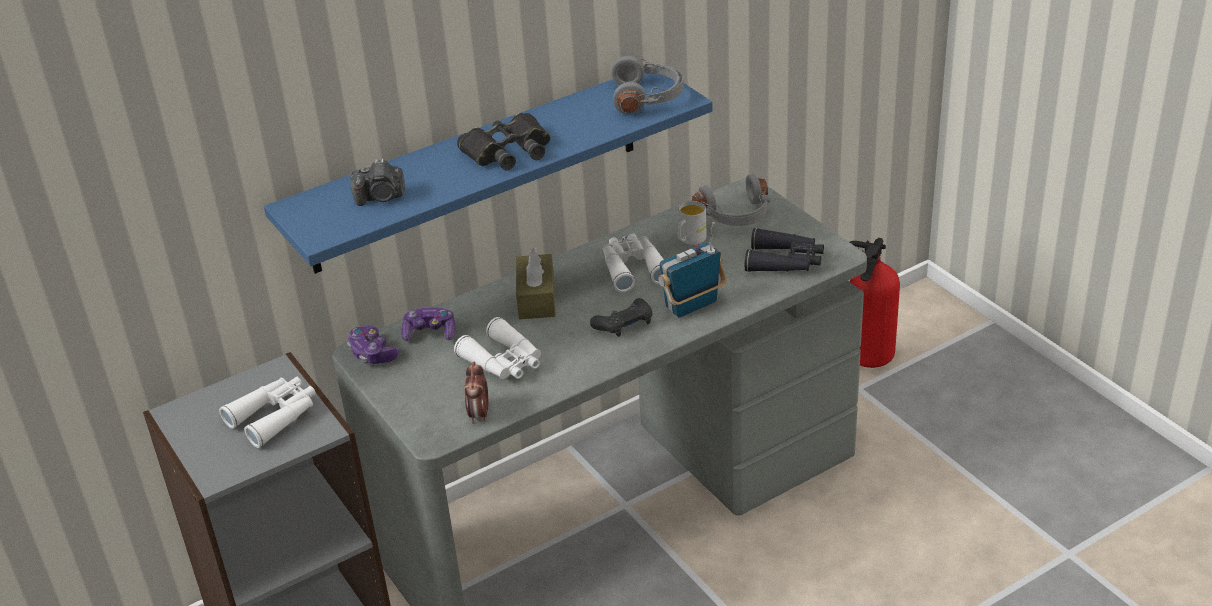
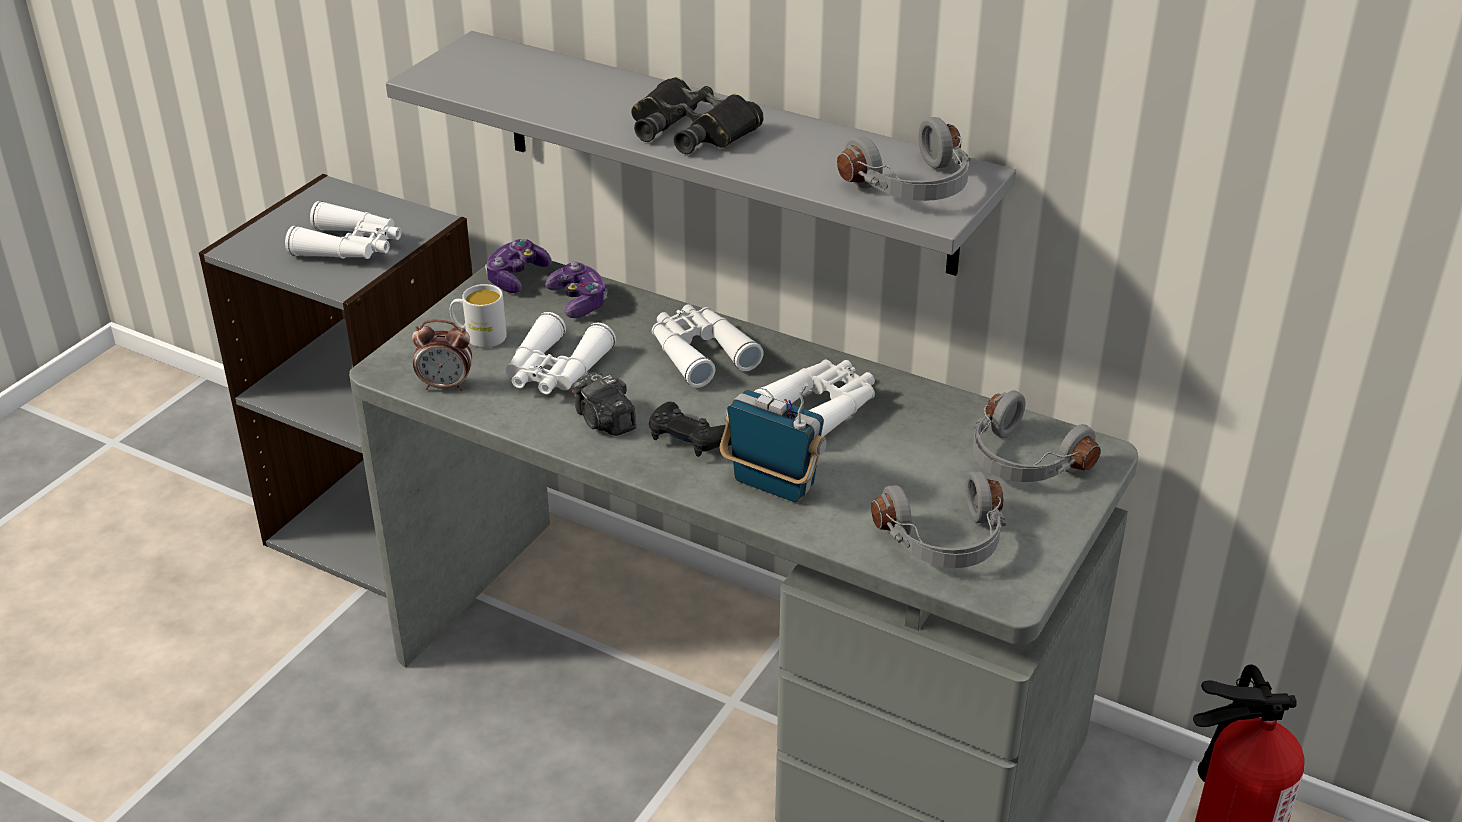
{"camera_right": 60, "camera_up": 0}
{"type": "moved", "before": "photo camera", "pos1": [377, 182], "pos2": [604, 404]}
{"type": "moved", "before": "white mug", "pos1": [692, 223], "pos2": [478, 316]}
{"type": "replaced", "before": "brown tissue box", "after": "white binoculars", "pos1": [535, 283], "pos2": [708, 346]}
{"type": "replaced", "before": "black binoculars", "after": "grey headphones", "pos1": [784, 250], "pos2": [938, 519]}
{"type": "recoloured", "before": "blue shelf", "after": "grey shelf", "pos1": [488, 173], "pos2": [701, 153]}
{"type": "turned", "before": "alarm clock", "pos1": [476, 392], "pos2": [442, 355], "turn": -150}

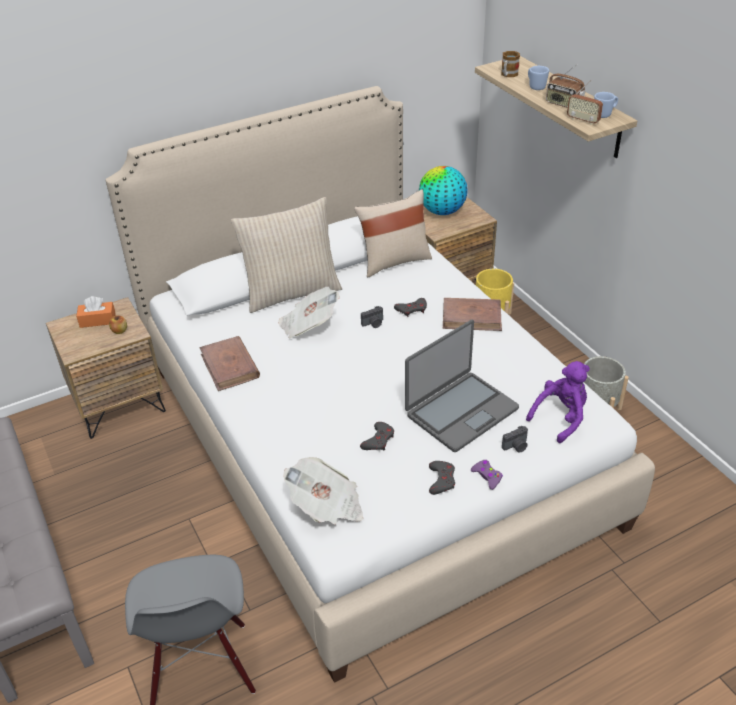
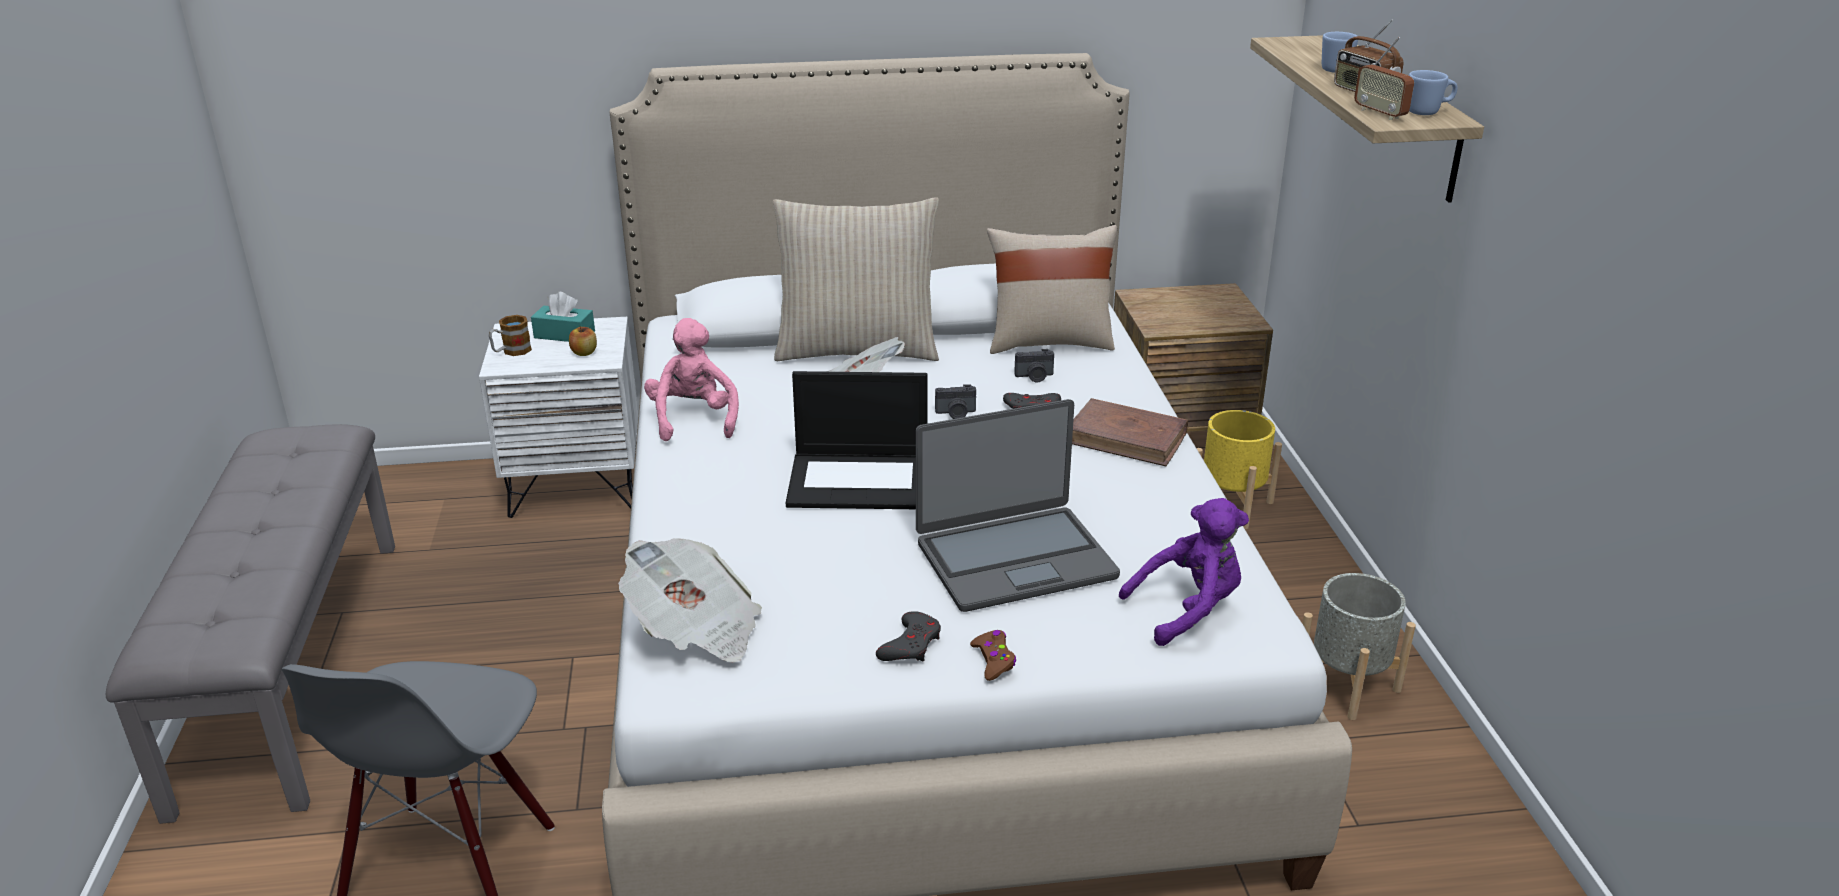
{"camera_right": 20, "camera_up": -10}
{"type": "removed", "before": "grey game controller", "pos1": [377, 436]}
{"type": "removed", "before": "globe", "pos1": [443, 190]}
{"type": "added", "after": "laptop", "pos2": [857, 440]}
{"type": "moved", "before": "mug", "pos1": [510, 64], "pos2": [510, 335]}
{"type": "moved", "before": "photo camera", "pos1": [515, 439], "pos2": [1034, 366]}
{"type": "replaced", "before": "brown book", "after": "pink plush toy", "pos1": [229, 363], "pos2": [691, 379]}
{"type": "recoloured", "before": "brown nightstand", "after": "white nightstand", "pos1": [106, 368], "pos2": [559, 417]}
{"type": "recoloured", "before": "orange tissue box", "after": "turquoise tissue box", "pos1": [96, 312], "pos2": [563, 317]}
{"type": "recoloured", "before": "purple game controller", "after": "brown game controller", "pos1": [487, 475], "pos2": [993, 655]}

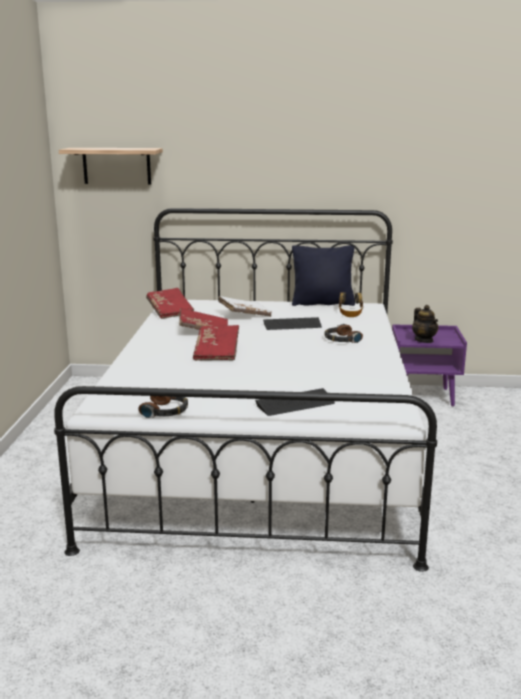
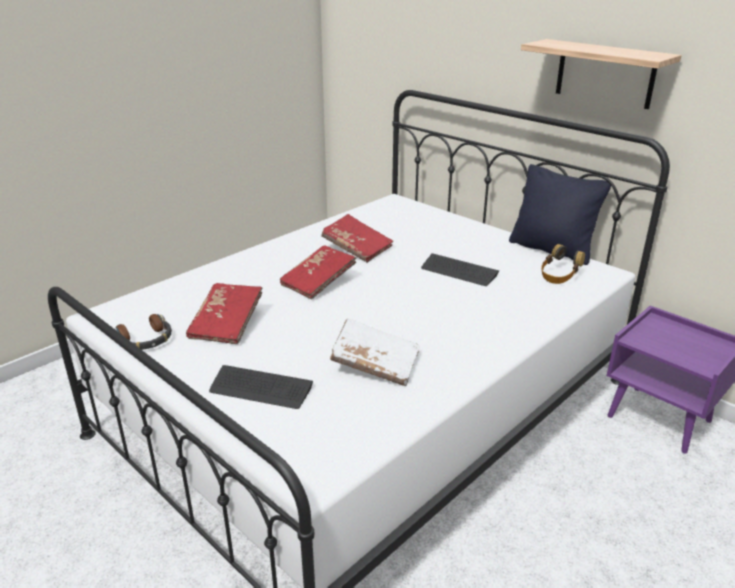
{"camera_right": 40, "camera_up": 10}
{"type": "removed", "before": "headphones", "pos1": [343, 333]}
{"type": "removed", "before": "teapot", "pos1": [425, 324]}
{"type": "moved", "before": "shelf", "pos1": [111, 166], "pos2": [601, 74]}
{"type": "moved", "before": "red book", "pos1": [170, 303], "pos2": [224, 313]}
{"type": "moved", "before": "white book", "pos1": [245, 306], "pos2": [375, 352]}

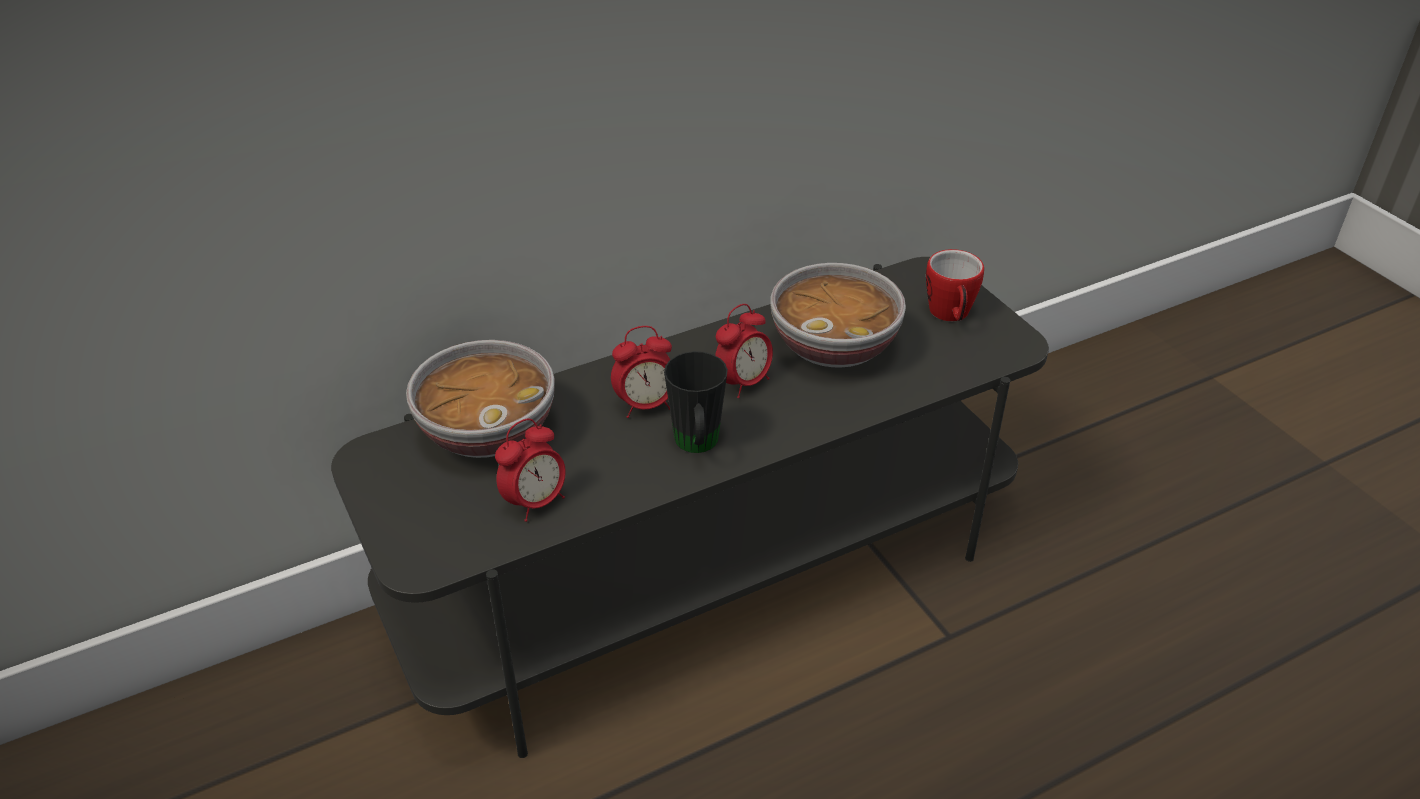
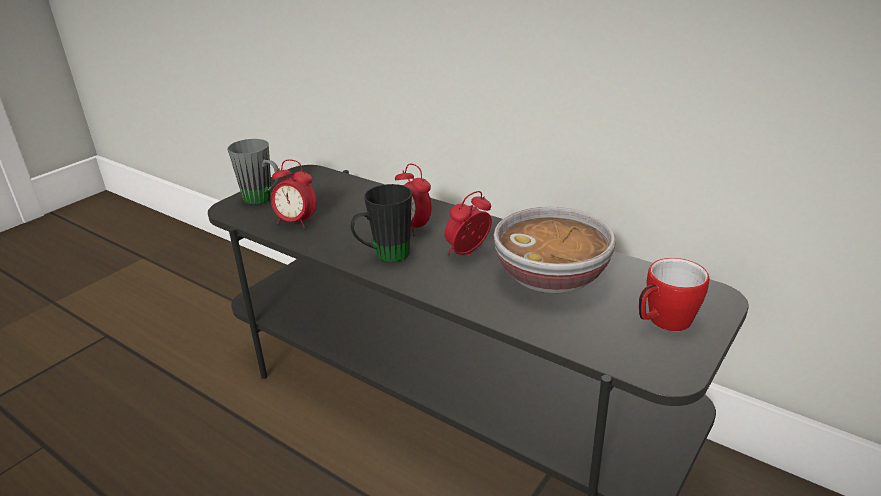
{"camera_right": 65, "camera_up": -10}
{"type": "removed", "before": "bowl", "pos1": [480, 399]}
{"type": "added", "after": "grey mug", "pos2": [253, 172]}
{"type": "turned", "before": "alarm clock", "pos1": [744, 351], "pos2": [468, 223], "turn": 120}

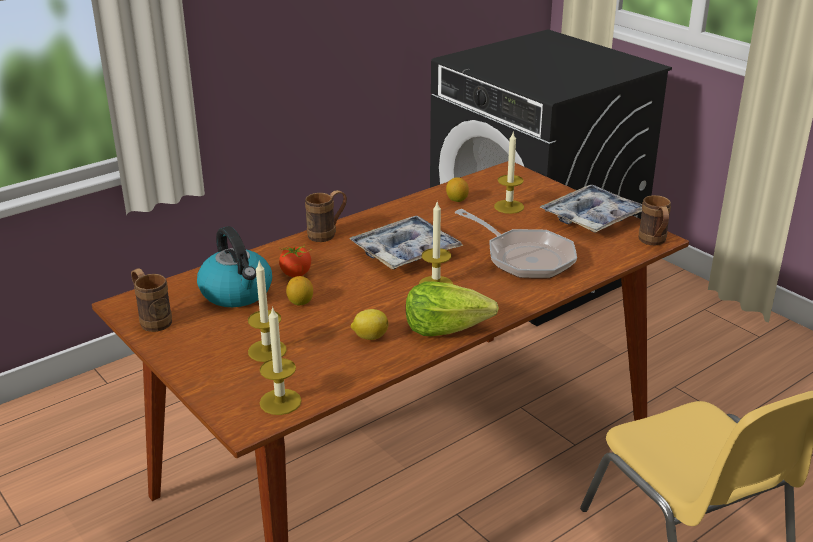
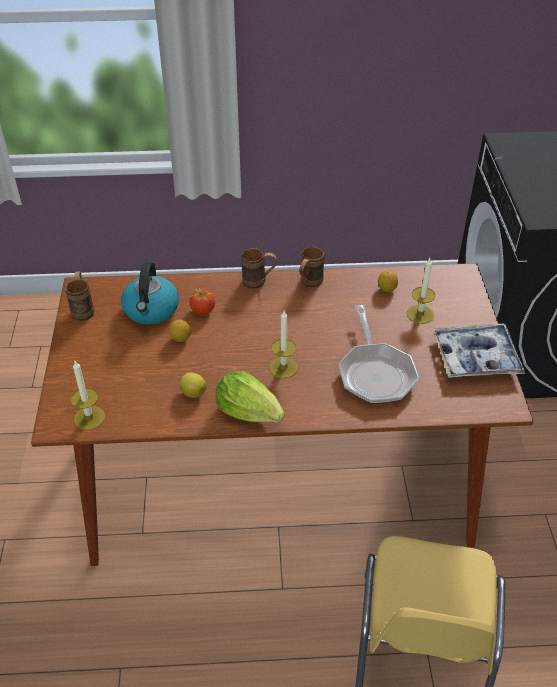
{"camera_right": 35, "camera_up": 15}
{"type": "removed", "before": "candle", "pos1": [267, 311]}
{"type": "removed", "before": "tray", "pos1": [407, 242]}
{"type": "moved", "before": "brown mug", "pos1": [655, 220], "pos2": [311, 267]}

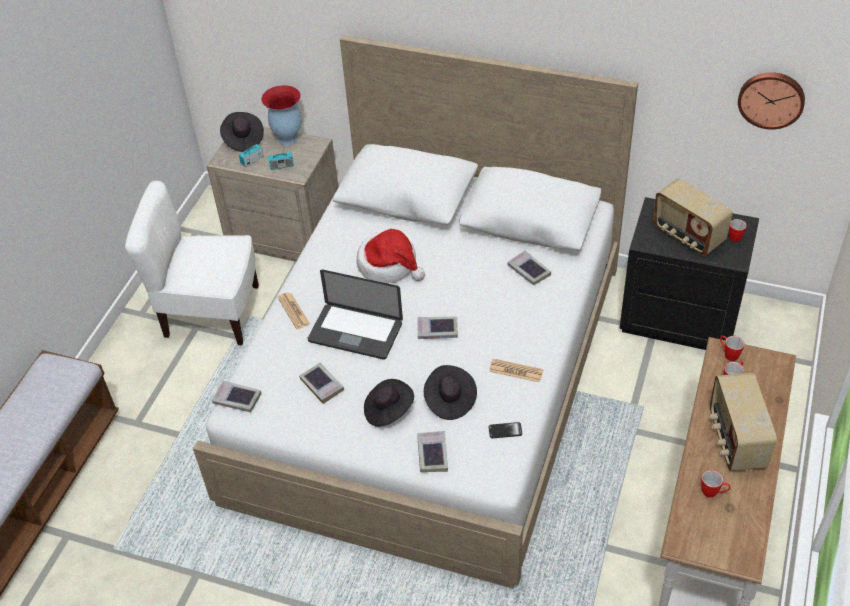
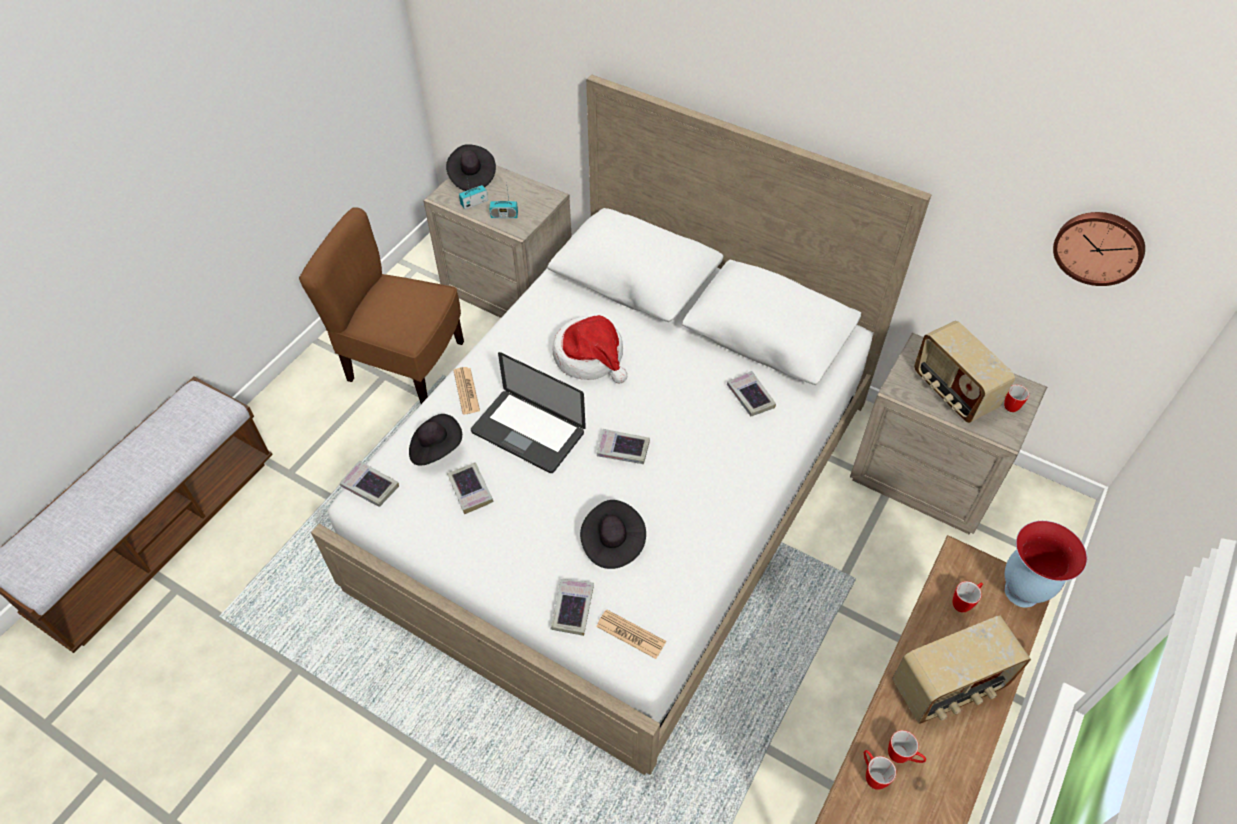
{"camera_right": 10, "camera_up": 5}
{"type": "removed", "before": "phone", "pos1": [505, 430]}
{"type": "moved", "before": "vase", "pos1": [281, 115], "pos2": [1045, 564]}
{"type": "moved", "before": "black hat", "pos1": [389, 403], "pos2": [435, 439]}
{"type": "moved", "before": "newspaper", "pos1": [516, 370], "pos2": [631, 634]}
{"type": "moved", "before": "mug", "pos1": [732, 348], "pos2": [880, 770]}
{"type": "recoloured", "before": "white chair", "after": "brown chair", "pos1": [192, 263], "pos2": [381, 305]}
{"type": "recoloured", "before": "black nightstand", "after": "beige nightstand", "pos1": [689, 273], "pos2": [948, 433]}
{"type": "turned", "before": "radio", "pos1": [743, 422], "pos2": [961, 670], "turn": -120}

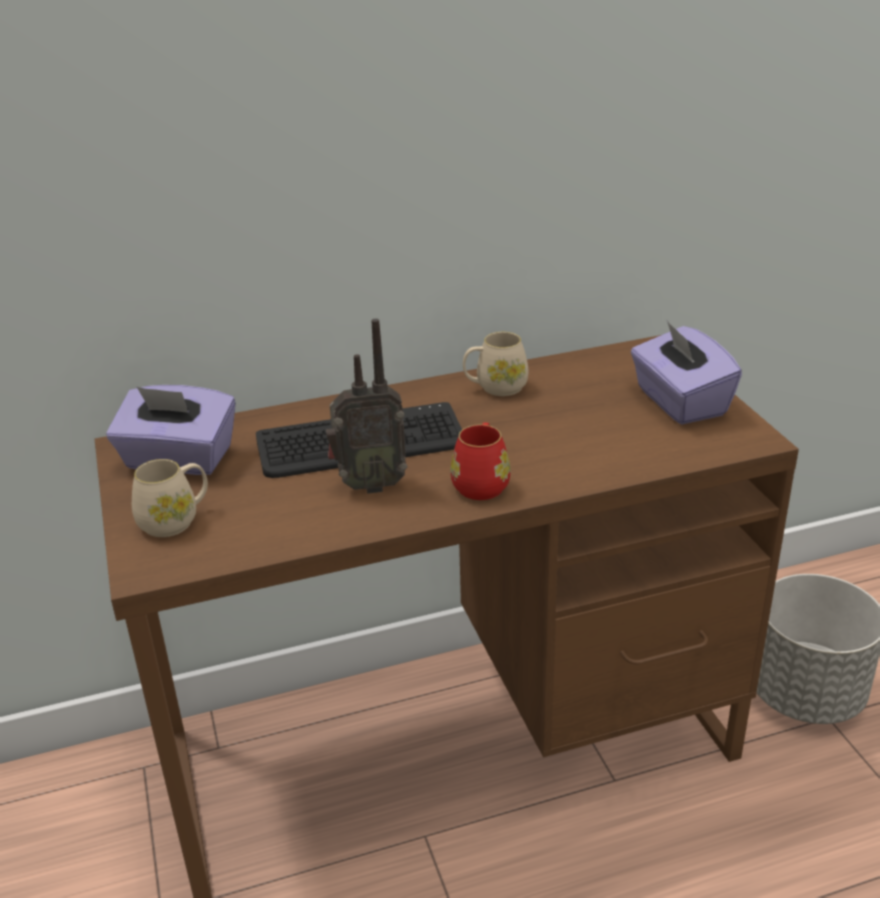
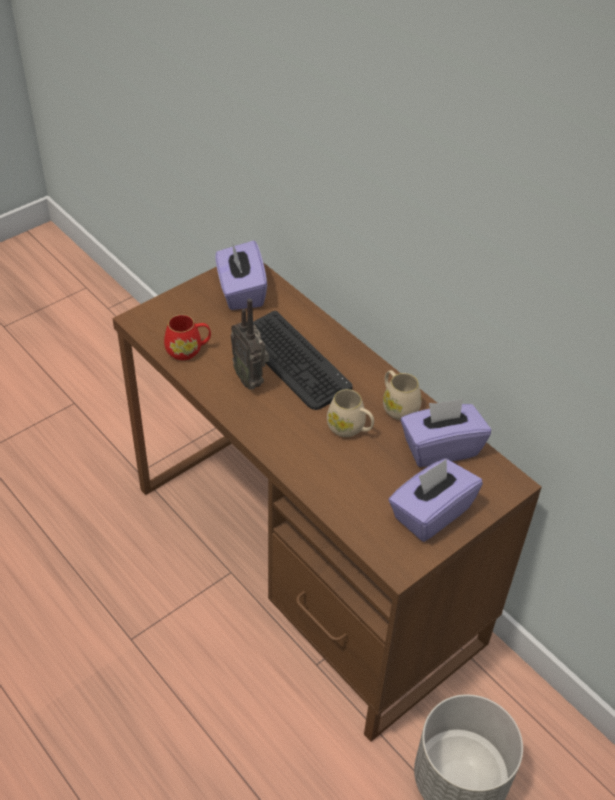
{"camera_right": 65, "camera_up": 15}
{"type": "added", "after": "purple tissue box", "pos2": [445, 433]}
{"type": "moved", "before": "beige mug", "pos1": [170, 498], "pos2": [350, 413]}
{"type": "moved", "before": "red mug", "pos1": [480, 461], "pos2": [187, 337]}

